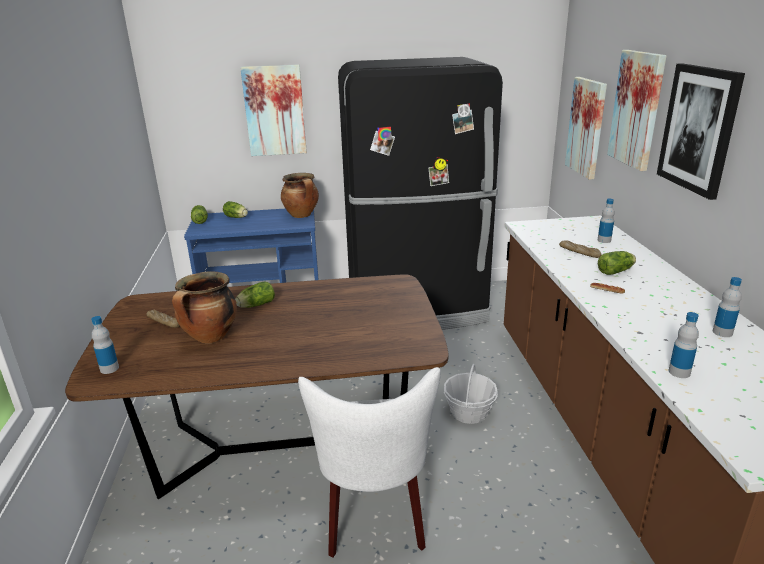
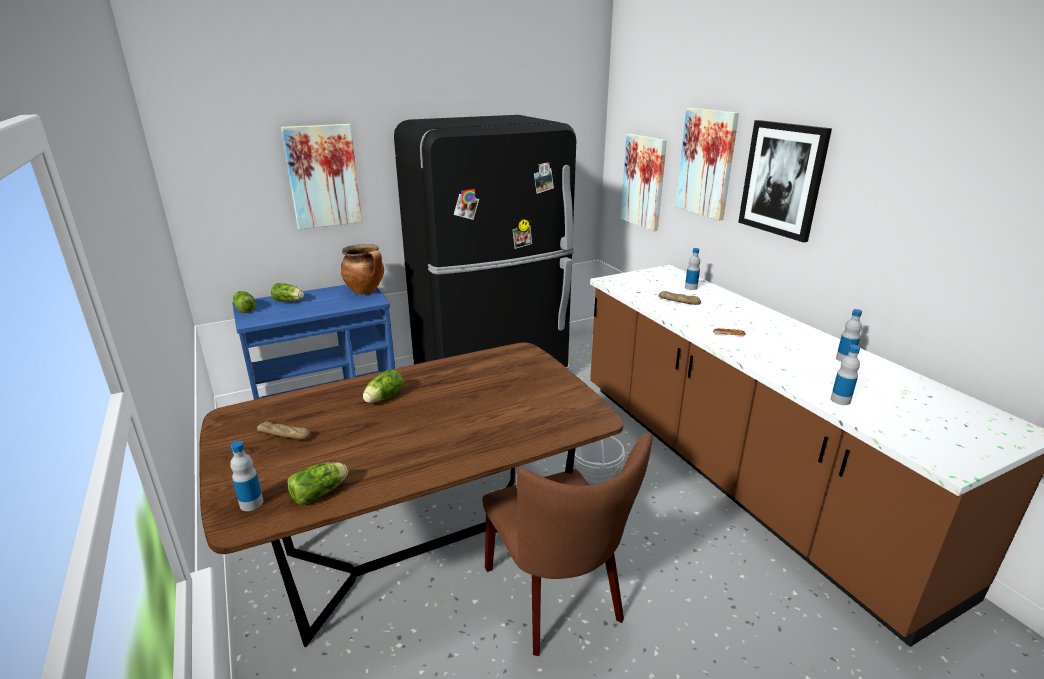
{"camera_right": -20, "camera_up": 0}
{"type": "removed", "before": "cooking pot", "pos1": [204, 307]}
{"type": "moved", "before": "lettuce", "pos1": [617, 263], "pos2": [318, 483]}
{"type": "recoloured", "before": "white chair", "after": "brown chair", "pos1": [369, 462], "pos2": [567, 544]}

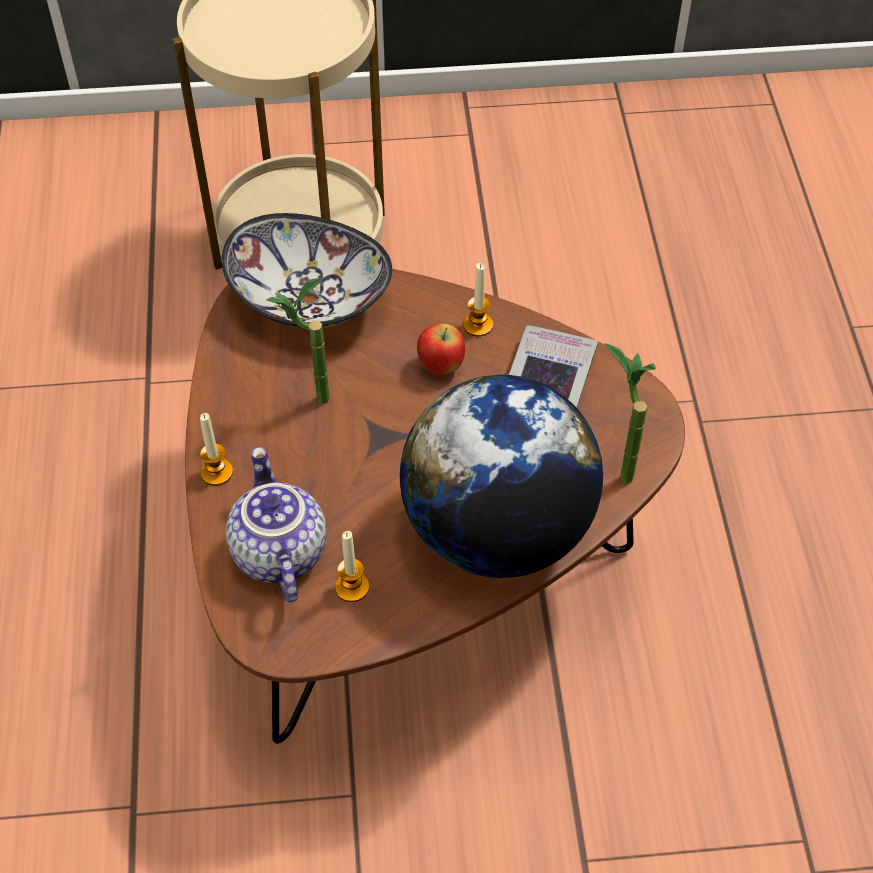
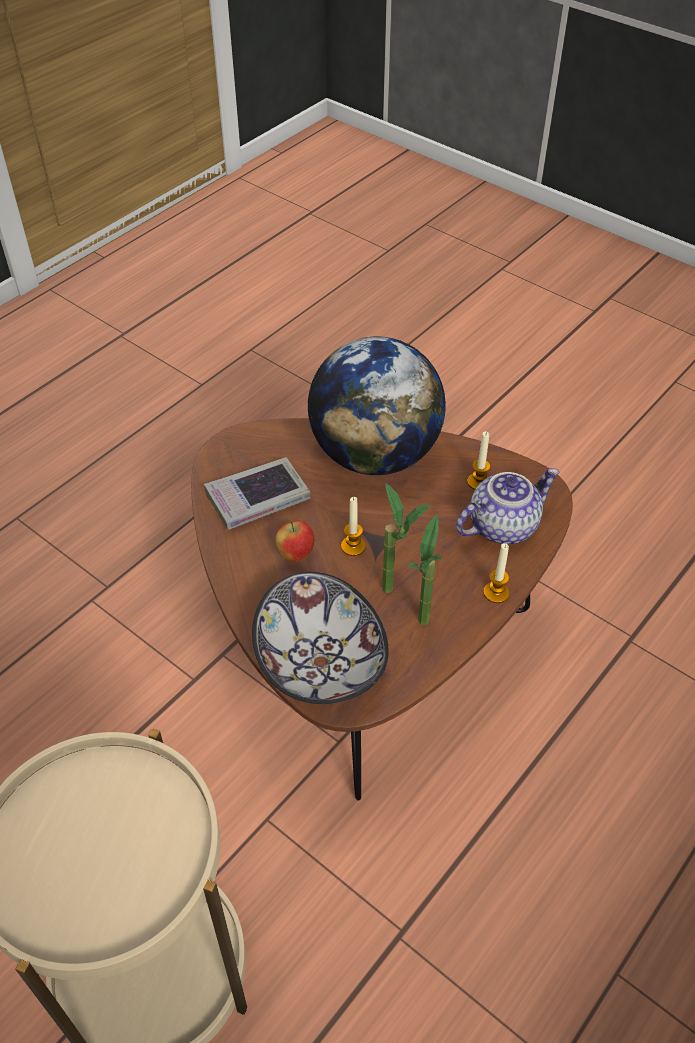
{"camera_right": -135, "camera_up": -5}
{"type": "moved", "before": "candle", "pos1": [478, 299], "pos2": [353, 526]}
{"type": "moved", "before": "potted plant", "pos1": [630, 413], "pos2": [424, 569]}
{"type": "turned", "before": "teapot", "pos1": [276, 525], "pos2": [507, 506], "turn": -150}

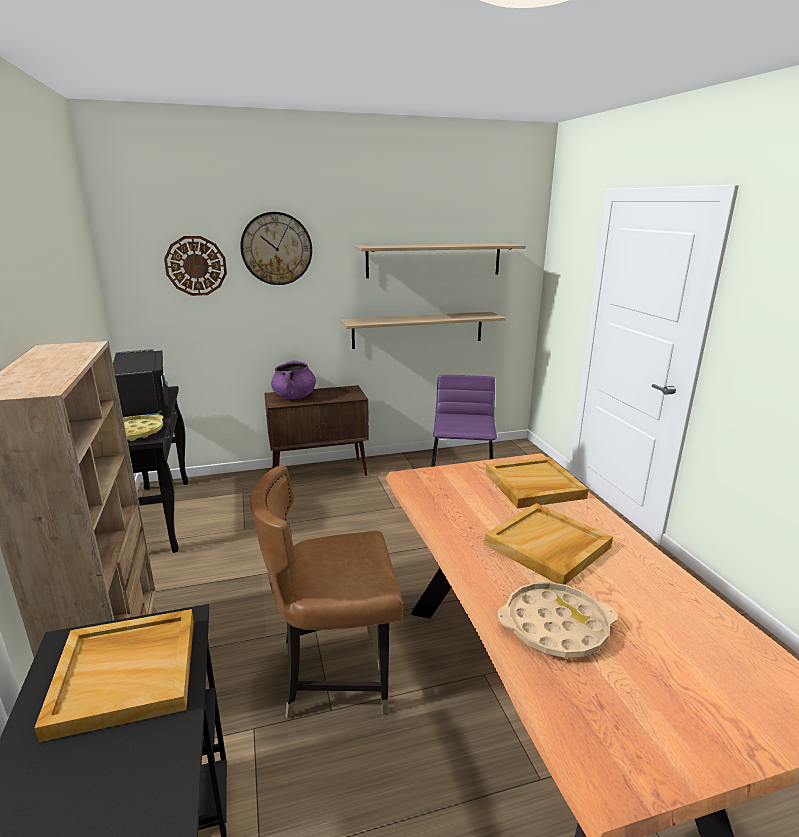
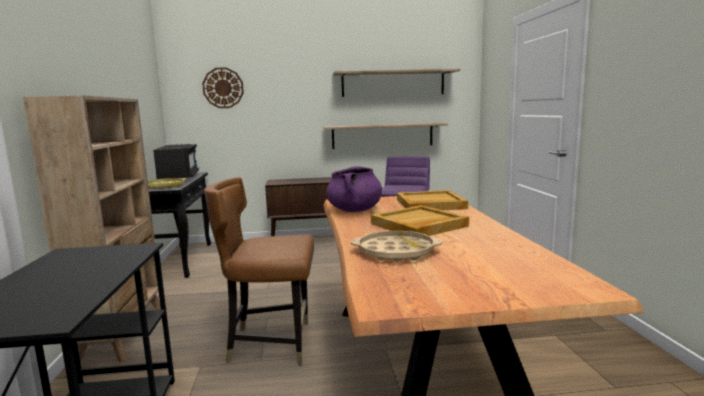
{"camera_right": 10, "camera_up": -10}
{"type": "removed", "before": "beige tray", "pos1": [114, 675]}
{"type": "removed", "before": "wall clock", "pos1": [276, 248]}
{"type": "moved", "before": "purple cooking pot", "pos1": [293, 379], "pos2": [354, 189]}

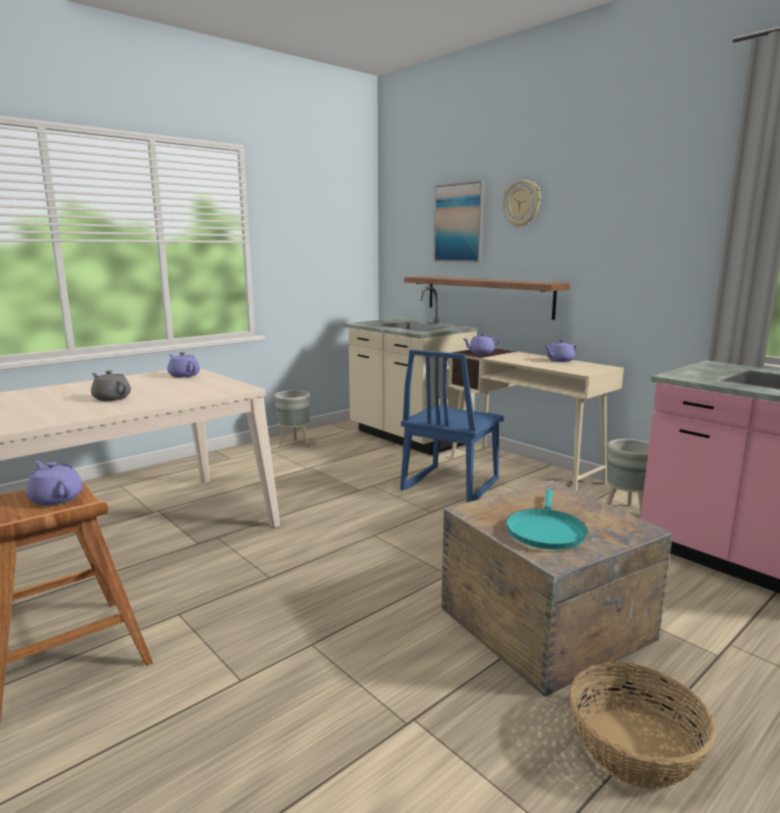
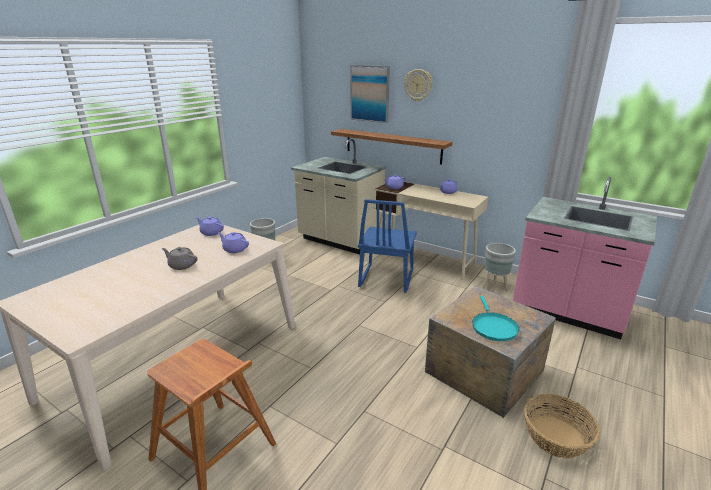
{"camera_right": -15, "camera_up": 10}
{"type": "moved", "before": "purple teapot", "pos1": [54, 483], "pos2": [233, 242]}

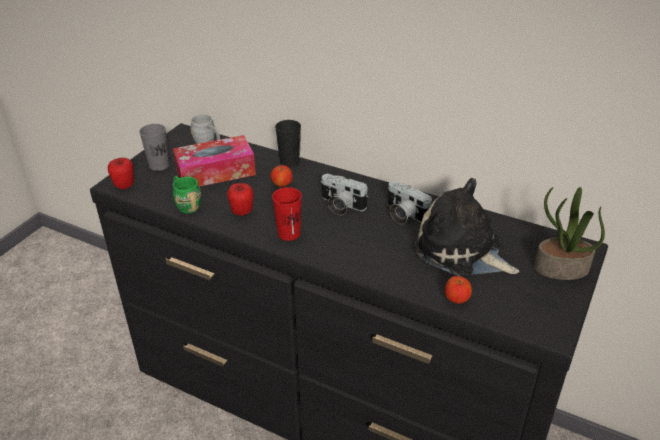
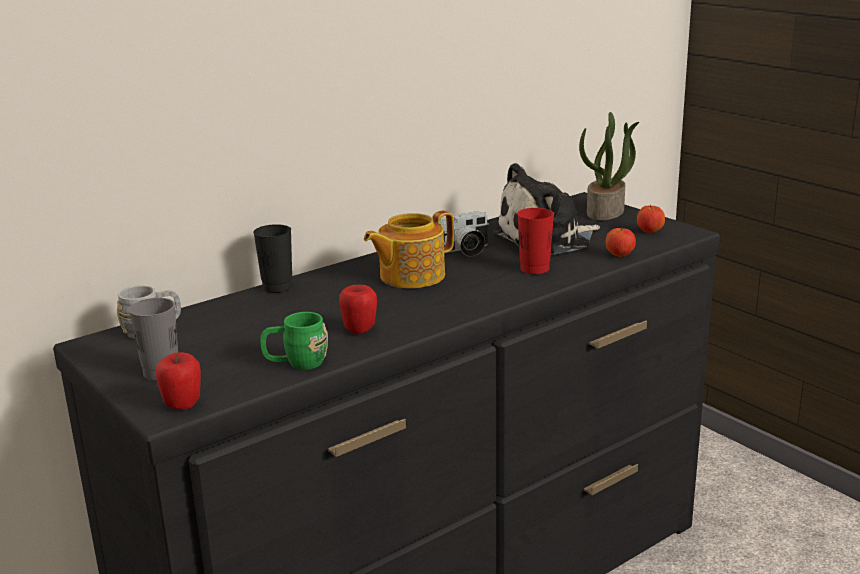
{"camera_right": -65, "camera_up": -15}
{"type": "removed", "before": "tissue box", "pos1": [214, 161]}
{"type": "moved", "before": "apple", "pos1": [281, 176], "pos2": [651, 219]}
{"type": "moved", "before": "red cup", "pos1": [287, 214], "pos2": [535, 241]}
{"type": "replaced", "before": "photo camera", "after": "teapot", "pos1": [345, 194], "pos2": [409, 249]}

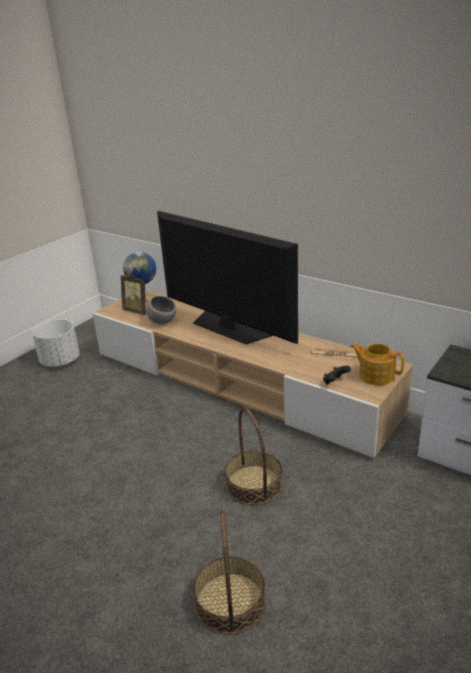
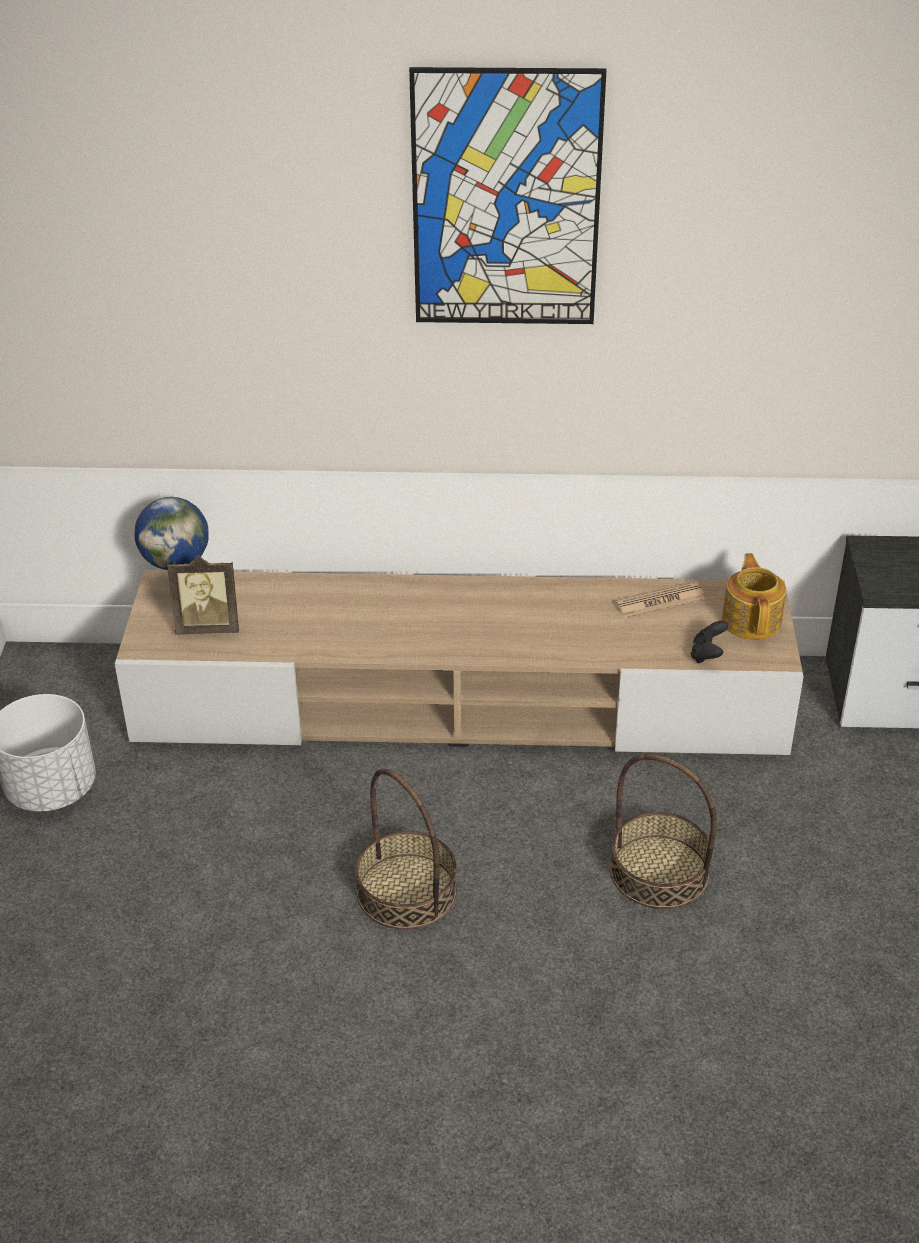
{"camera_right": -35, "camera_up": 10}
{"type": "removed", "before": "grey bowl", "pos1": [161, 310]}
{"type": "removed", "before": "television", "pos1": [227, 277]}
{"type": "added", "after": "picture", "pos2": [507, 195]}
{"type": "moved", "before": "basket", "pos1": [229, 572], "pos2": [406, 849]}
{"type": "turned", "before": "teapot", "pos1": [378, 364], "pos2": [754, 596], "turn": 90}

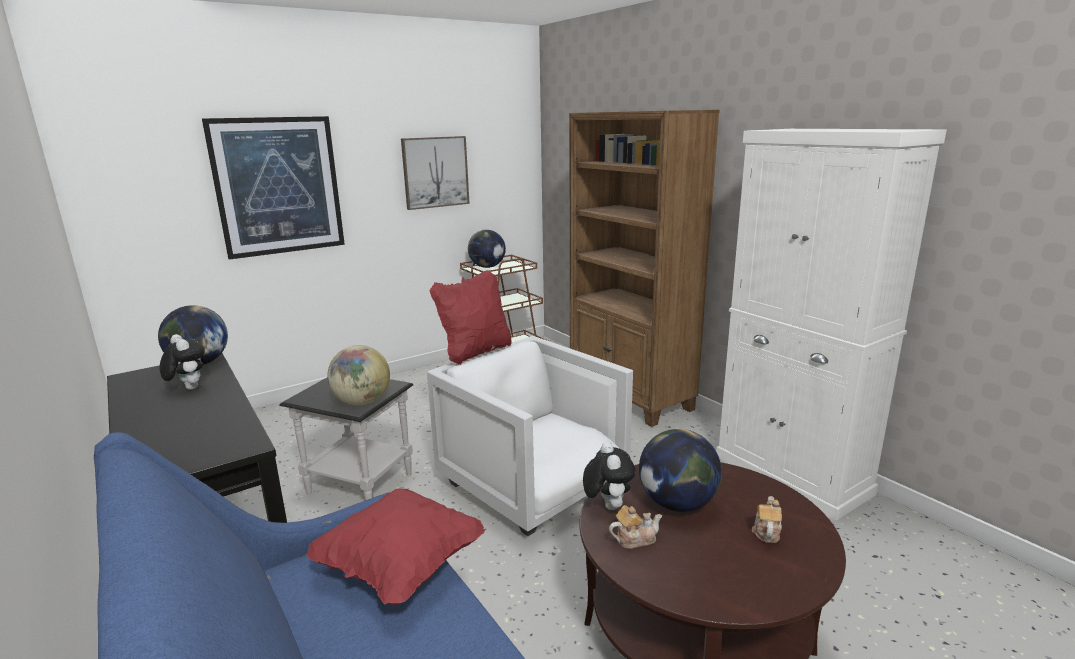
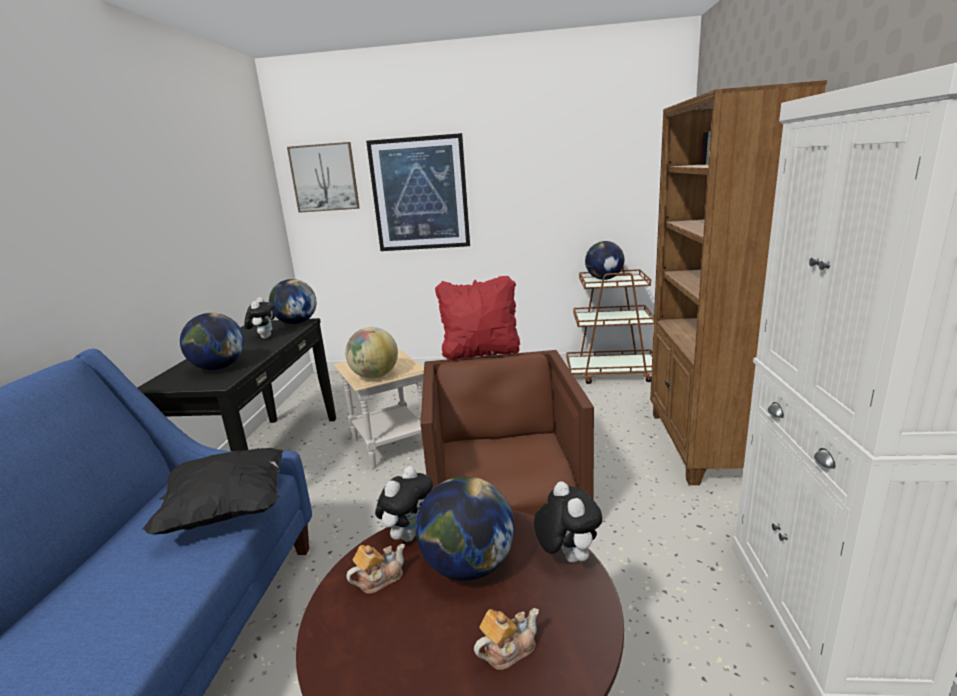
{"camera_right": 40, "camera_up": 0}
{"type": "added", "after": "globe", "pos2": [212, 341]}
{"type": "added", "after": "plush toy", "pos2": [568, 522]}
{"type": "moved", "before": "picture", "pos1": [435, 173], "pos2": [323, 177]}
{"type": "recoloured", "before": "black side table", "after": "beige side table", "pos1": [346, 439], "pos2": [379, 409]}
{"type": "recoloured", "before": "red pillow", "after": "black pillow", "pos1": [395, 547], "pos2": [213, 491]}
{"type": "recoloured", "before": "white armchair", "after": "brown armchair", "pos1": [530, 436], "pos2": [507, 433]}
{"type": "turned", "before": "teapot", "pos1": [635, 527], "pos2": [375, 569], "turn": -60}

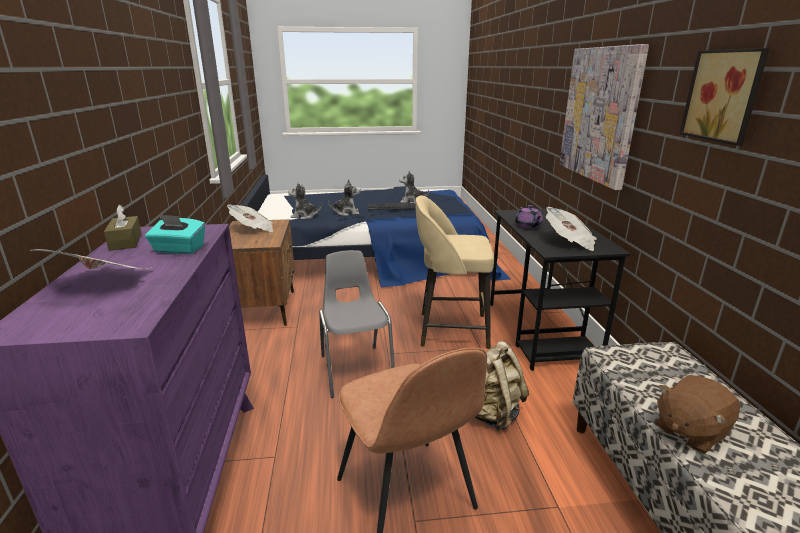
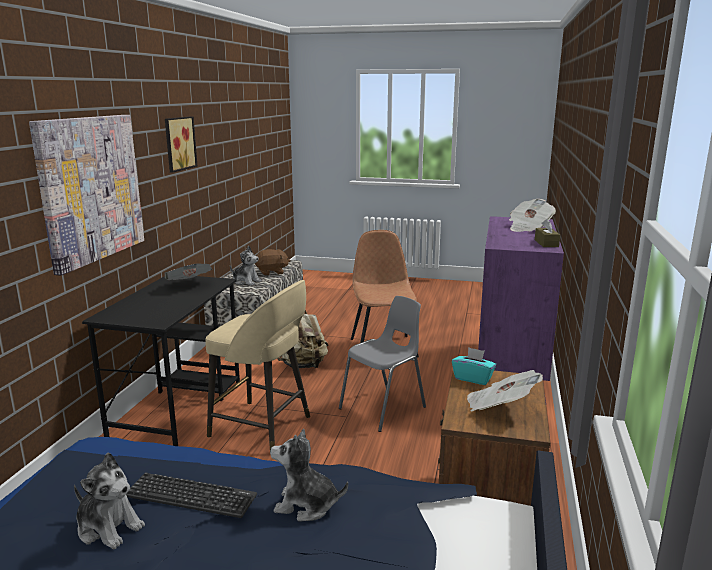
{"camera_right": -160, "camera_up": -5}
{"type": "removed", "before": "purple teapot", "pos1": [529, 217]}
{"type": "moved", "before": "turquoise tissue box", "pos1": [175, 234], "pos2": [474, 366]}
{"type": "moved", "before": "plush toy", "pos1": [305, 201], "pos2": [246, 265]}
{"type": "turned", "before": "grey chair", "pos1": [357, 324], "pos2": [382, 364], "turn": -135}

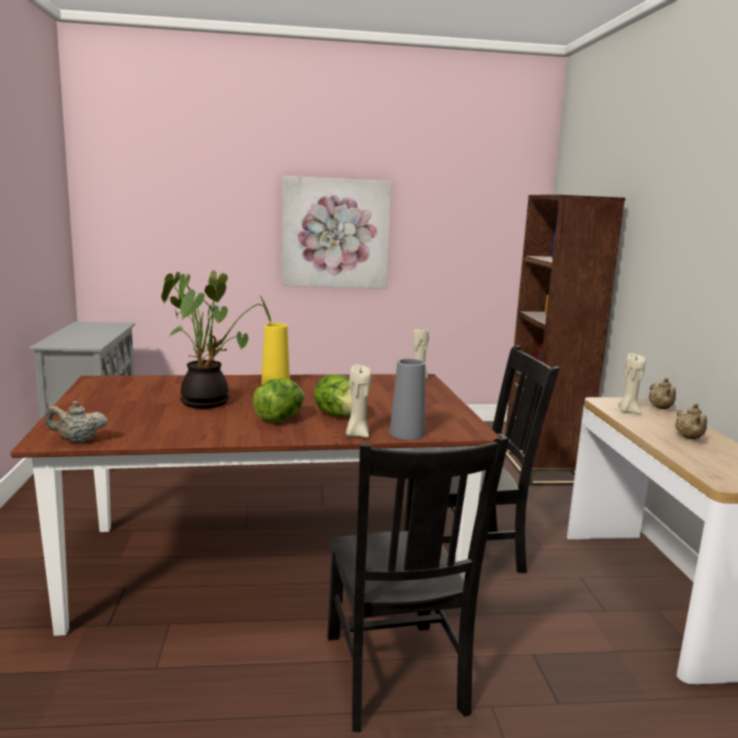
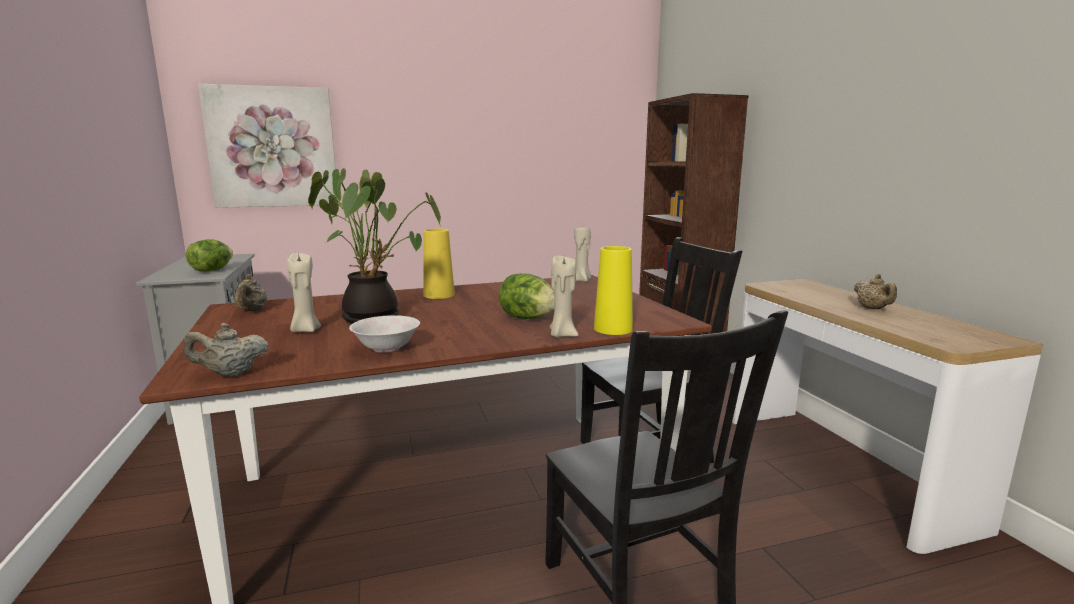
{"camera_right": -10, "camera_up": 0}
{"type": "added", "after": "white bowl", "pos2": [384, 334]}
{"type": "moved", "before": "lettuce", "pos1": [278, 400], "pos2": [209, 255]}
{"type": "moved", "before": "picture", "pos1": [337, 232], "pos2": [268, 146]}
{"type": "moved", "before": "beige candle", "pos1": [632, 383], "pos2": [304, 292]}
{"type": "moved", "before": "beige teapot", "pos1": [662, 393], "pos2": [250, 293]}
{"type": "recoloured", "before": "grey vase", "after": "yellow vase", "pos1": [407, 399], "pos2": [613, 290]}

